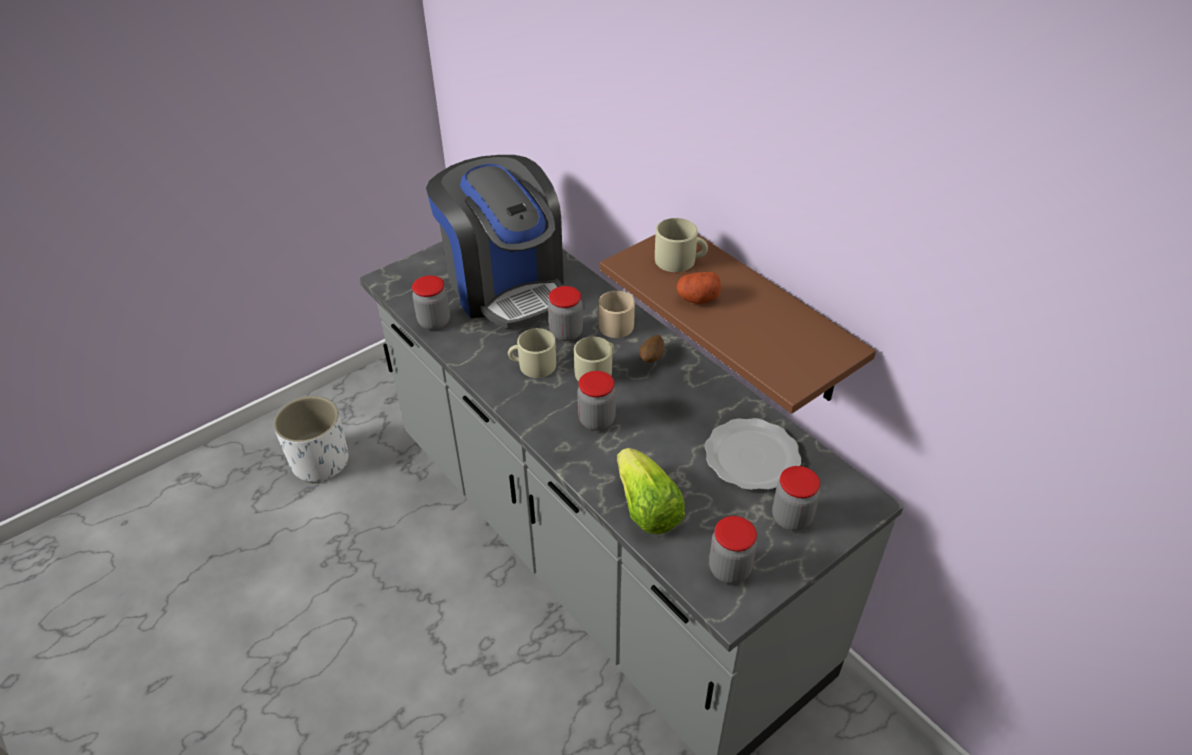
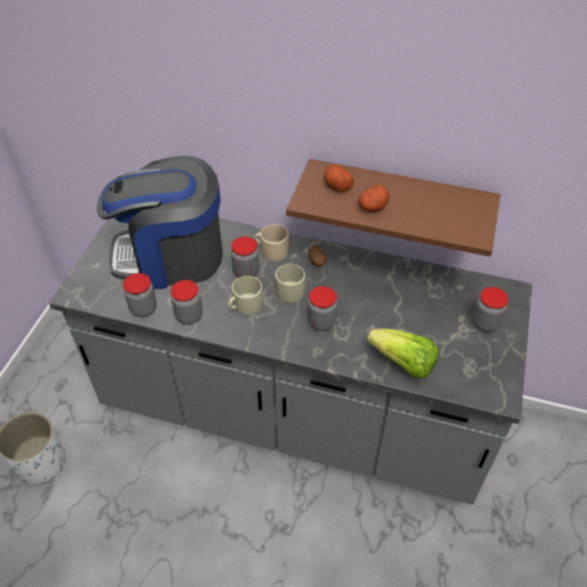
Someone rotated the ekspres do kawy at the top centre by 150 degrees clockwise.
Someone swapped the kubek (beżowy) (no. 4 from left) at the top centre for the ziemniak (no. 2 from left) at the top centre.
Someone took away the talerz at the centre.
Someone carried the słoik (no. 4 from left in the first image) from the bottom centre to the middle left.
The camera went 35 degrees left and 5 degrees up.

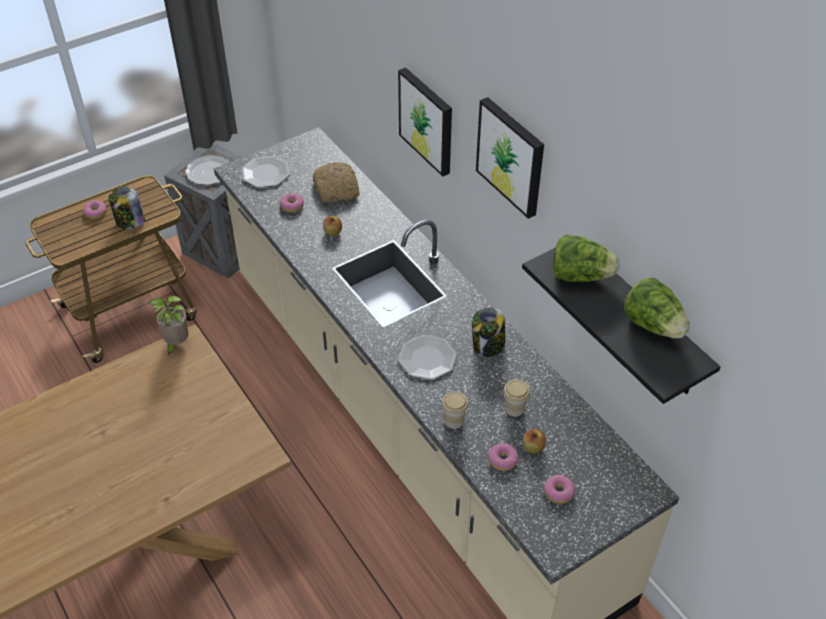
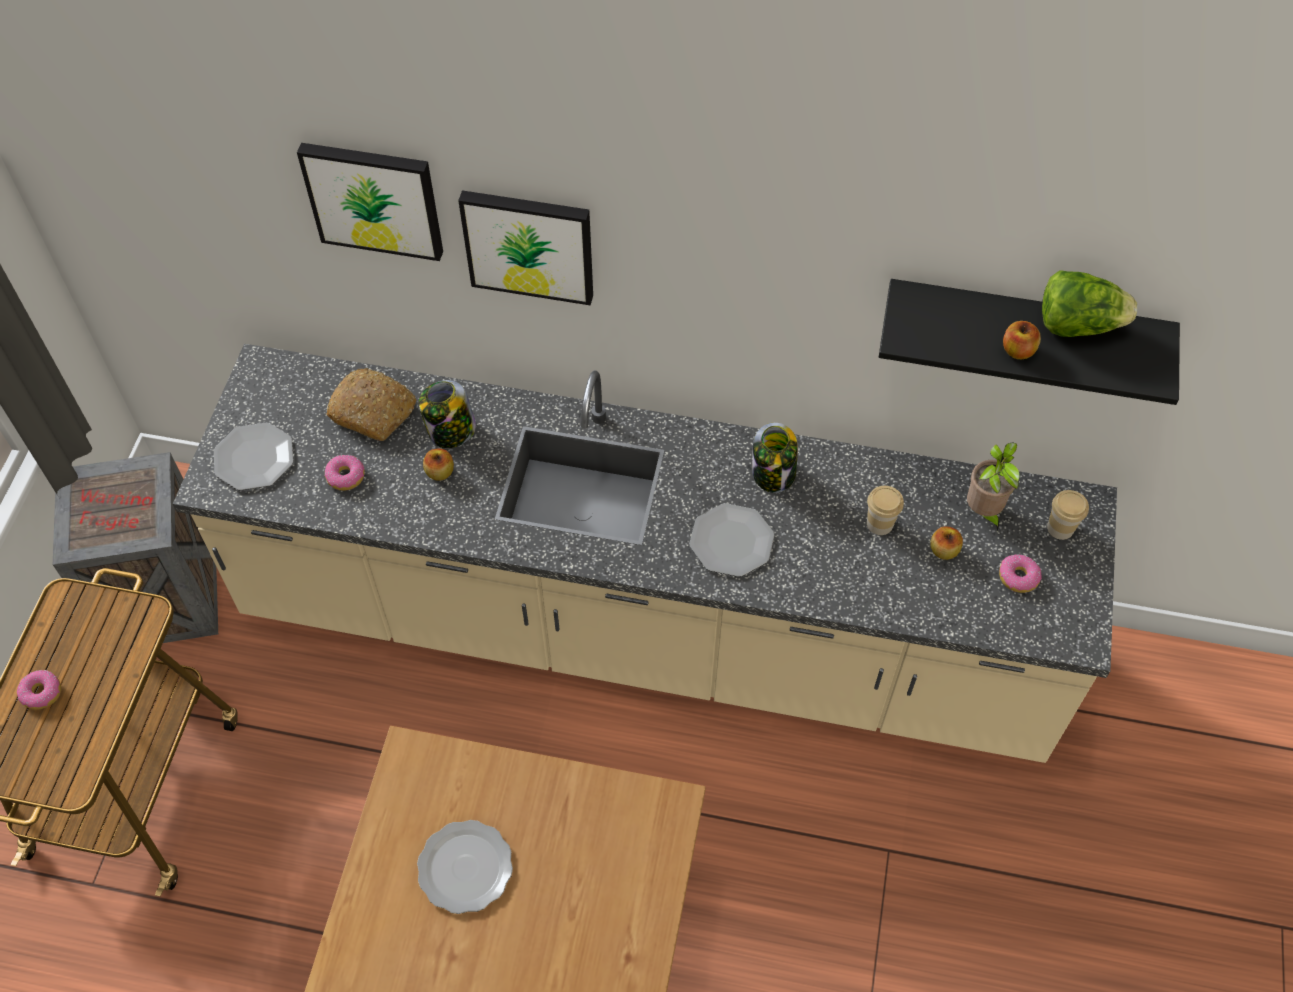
Someone carried the słoik (no. 1 from left) from the middle left to the centre.
Someone carried the roślina doniczkowa from the middle left to the middle right.
Someone carried the talerz (no. 1 from left in the first image) from the top left to the bottom centre.
Someone carried the filiżanka (no. 1 from left in the first image) from the centre to the middle right.
Someone carried the obraz (no. 2 from left in the first image) from the top centre to the top left.
Someone took away the donut (no. 3 from left) at the bottom centre.
Someone took away the sałata (no. 1 from left) at the middle right.
Someone put down the jabłko (no. 3 from left) at the middle right.
The camera went 45 degrees left and 10 degrees up.

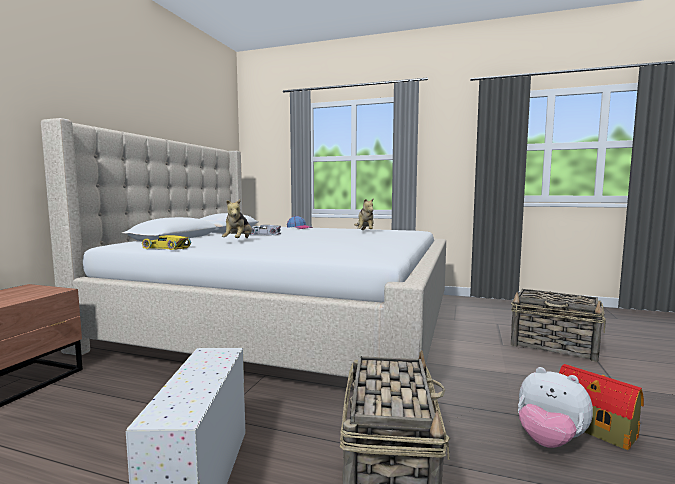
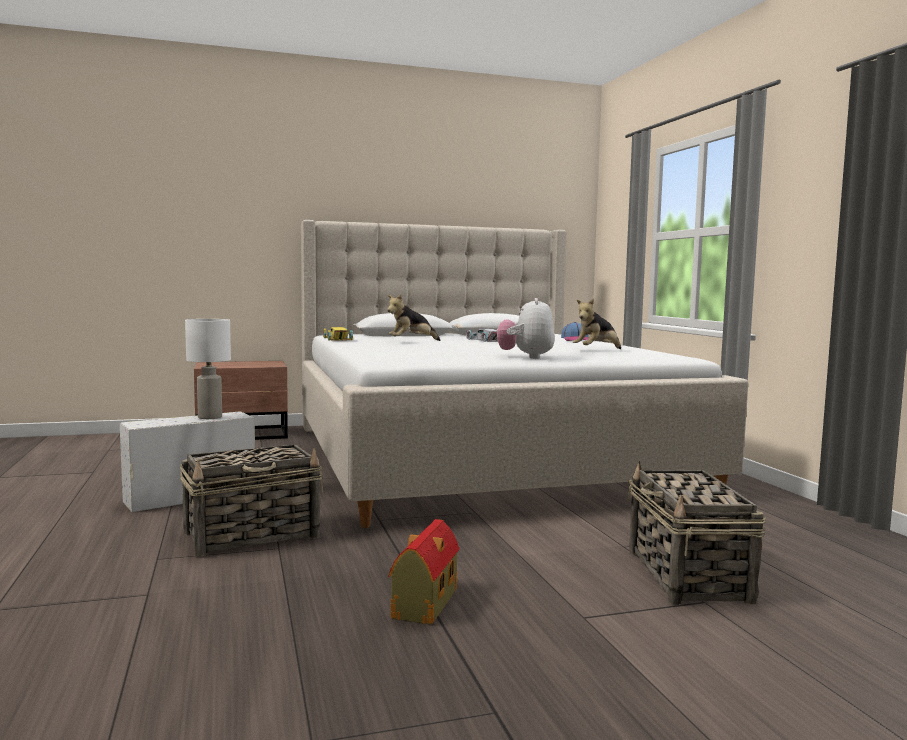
Someone carried the pluszak (no. 3 from left in the first image) from the bottom right to the centre.
Someone put down the lampa stołowa (biały) at the middle left.
The camera went 55 degrees right and 0 degrees up.

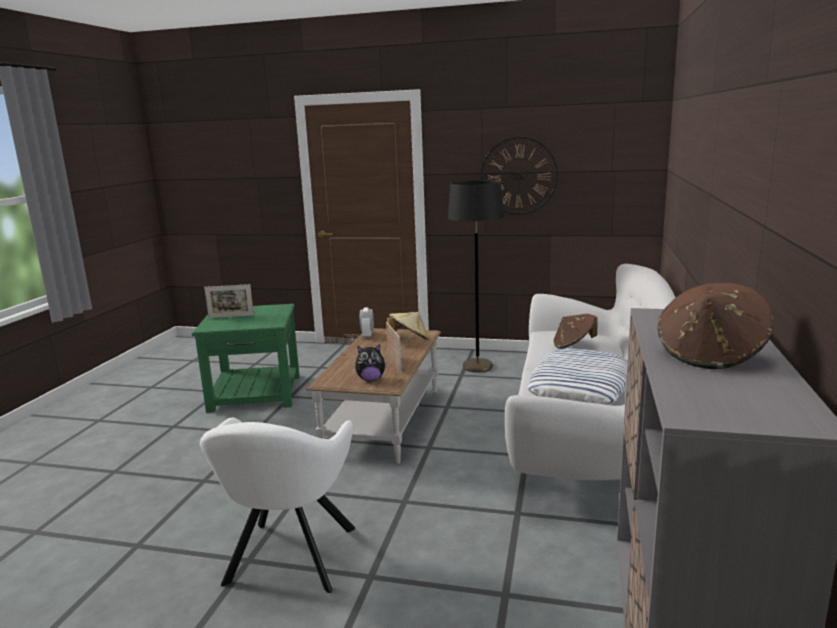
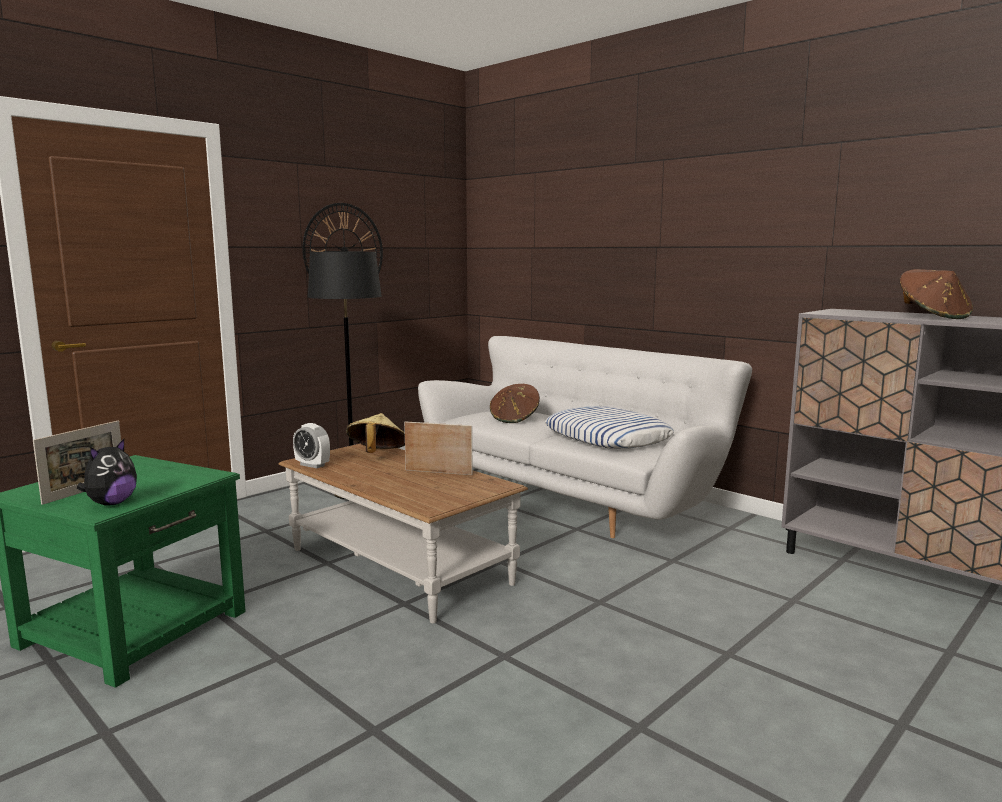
Someone took away the fotel (biały) at the bottom left.
Someone carried the pluszak from the centre to the middle left.
The camera went 60 degrees left and 5 degrees down.

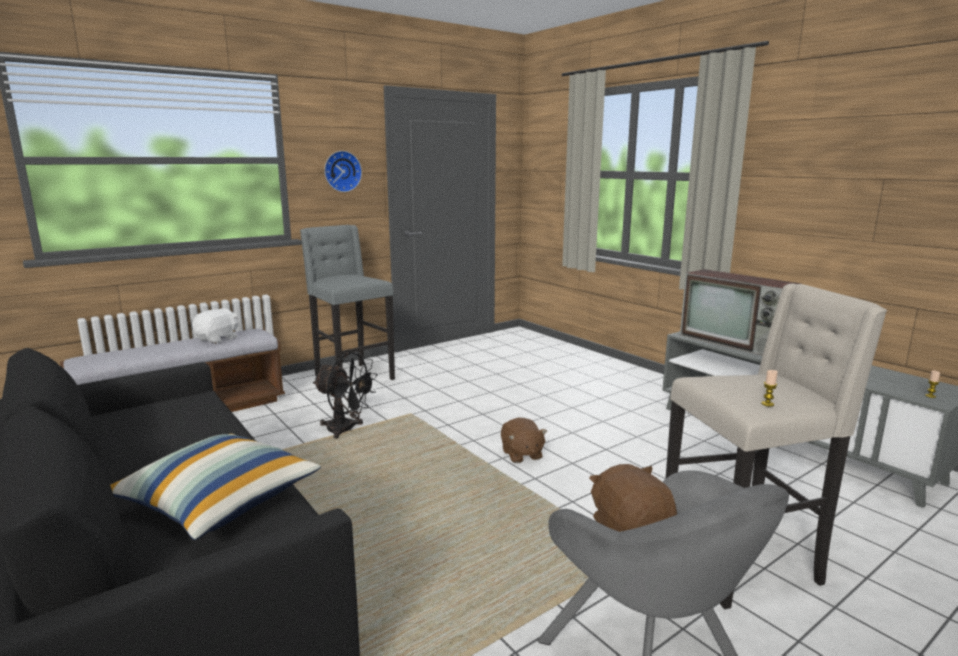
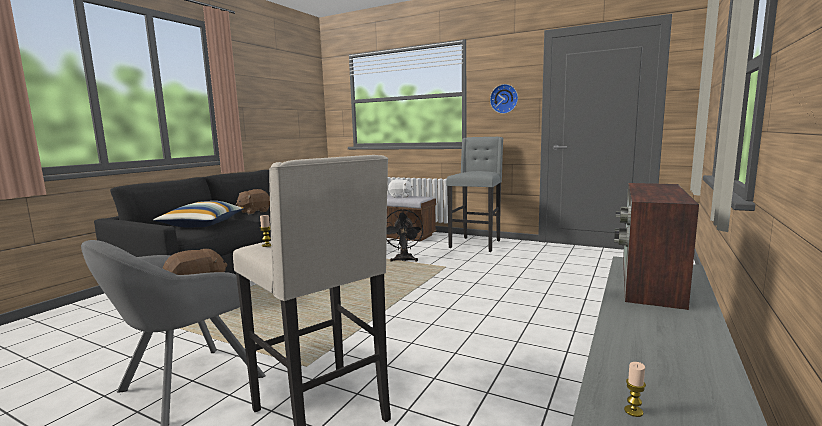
Someone carried the pluszak (brązowy) (no. 1 from left in the first image) from the bottom centre to the middle left.
The camera went 65 degrees right and 5 degrees down.

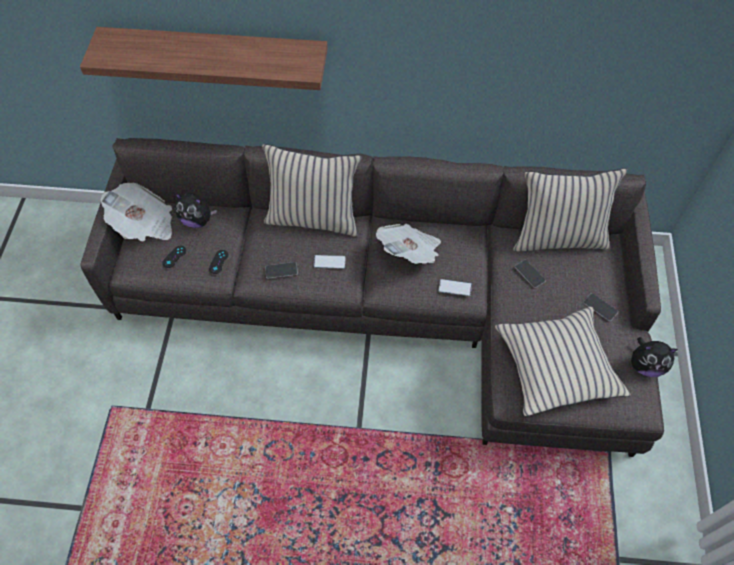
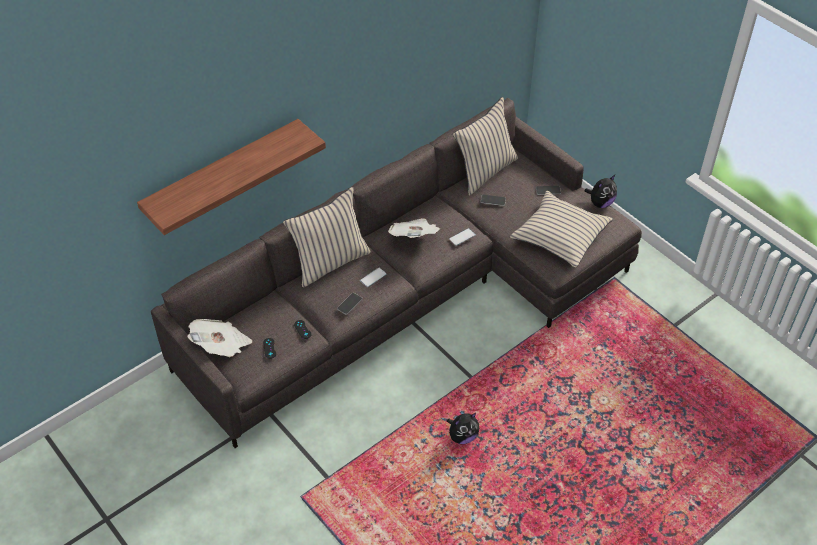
Someone carried the pluszak (no. 1 from left) from the middle left to the bottom centre.
The camera went 45 degrees left and 10 degrees down.

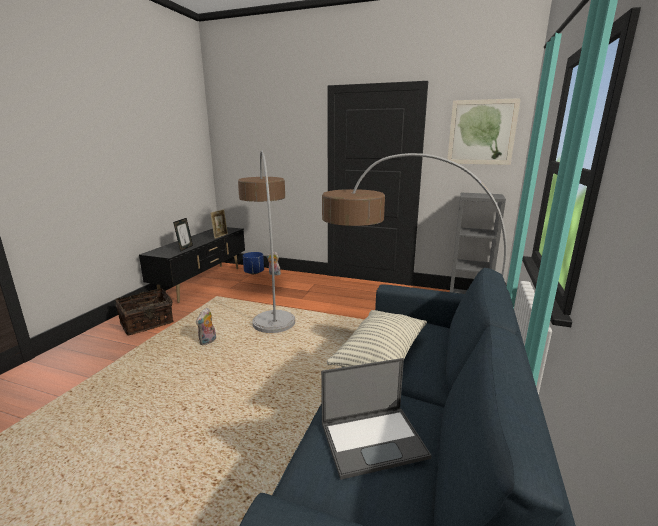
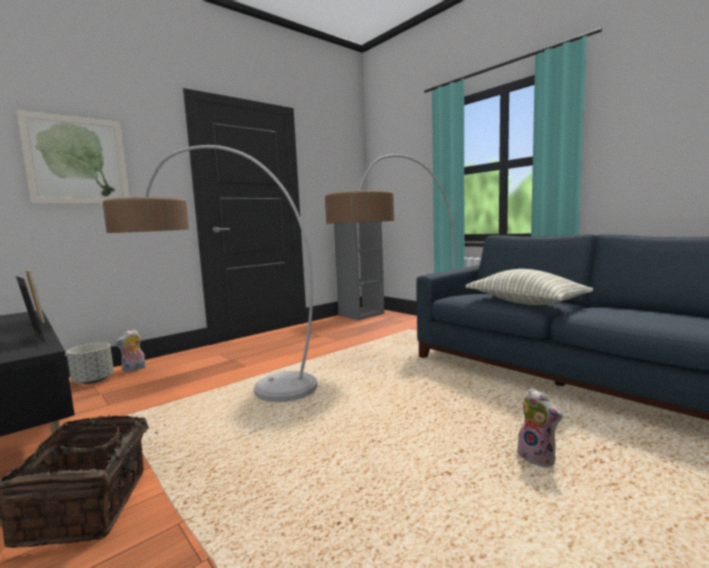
Someone carried the pluszak (no. 1 from left in the first image) from the middle left to the bottom right.
Someone repainted the donica (niebieski) at the centre, which became the donica (szary) at the middle left.
Someone took away the laptop at the bottom centre.
Someone carried the obraz from the top right to the top left.
The camera went 60 degrees left and 10 degrees down.

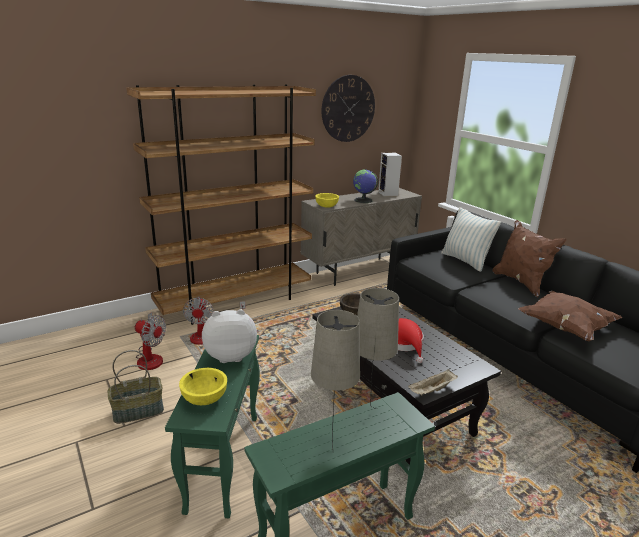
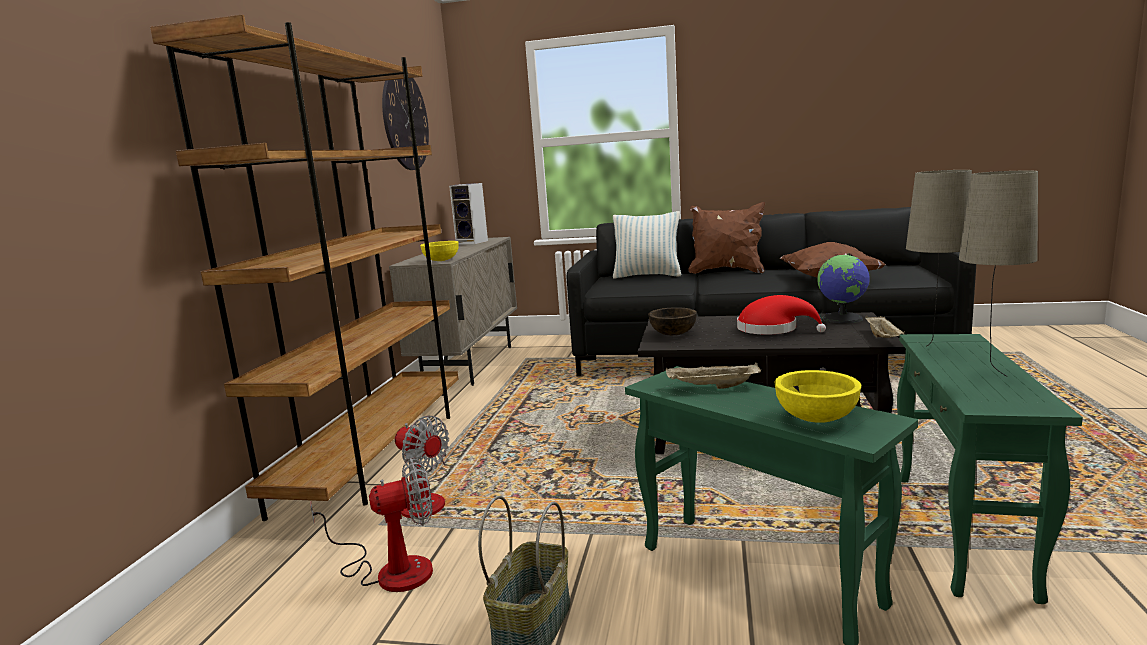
Someone swapped the pluszak at the centre for the taca (beżowy) (no. 1 from left) at the centre.
Someone carried the globus from the centre to the middle right.
The camera went 45 degrees left and 10 degrees down.

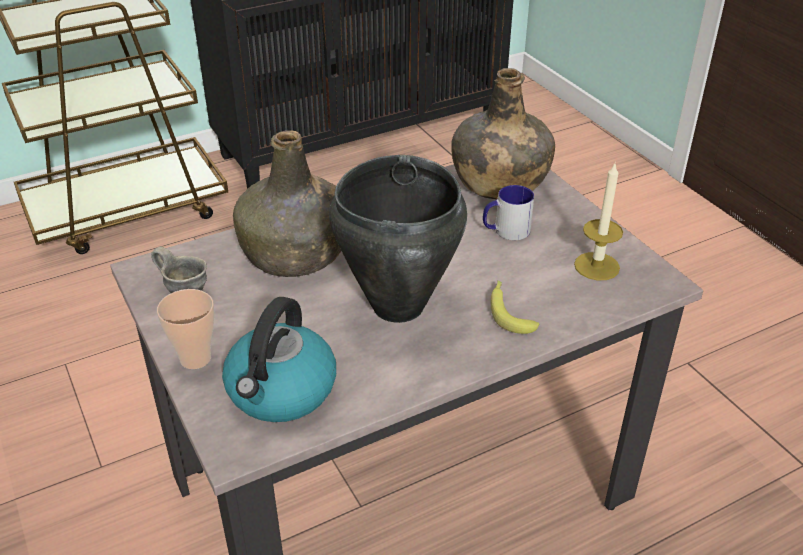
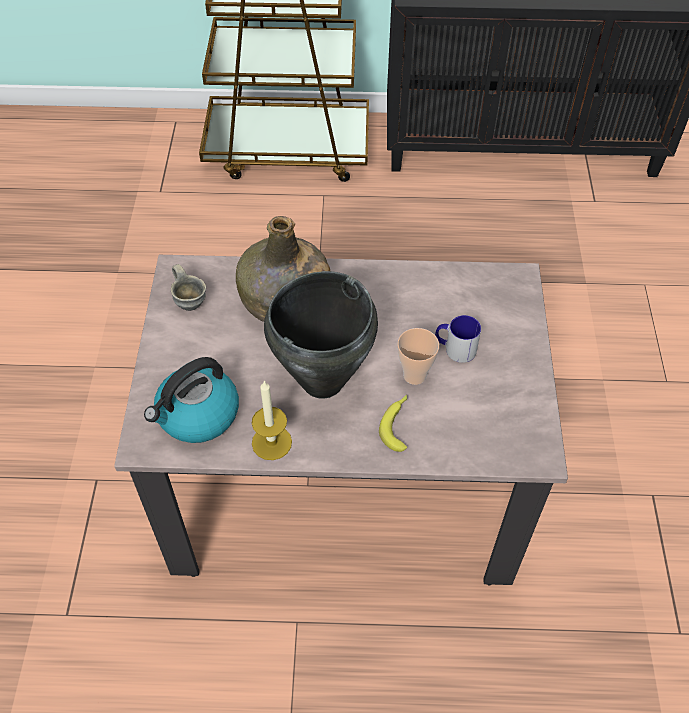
Someone carried the filiżanka from the middle left to the centre.
Someone took away the butelka (zielony) (no. 2 from left) at the top centre.
Someone carried the świeca from the middle right to the centre.
The camera went 30 degrees right and 15 degrees up.

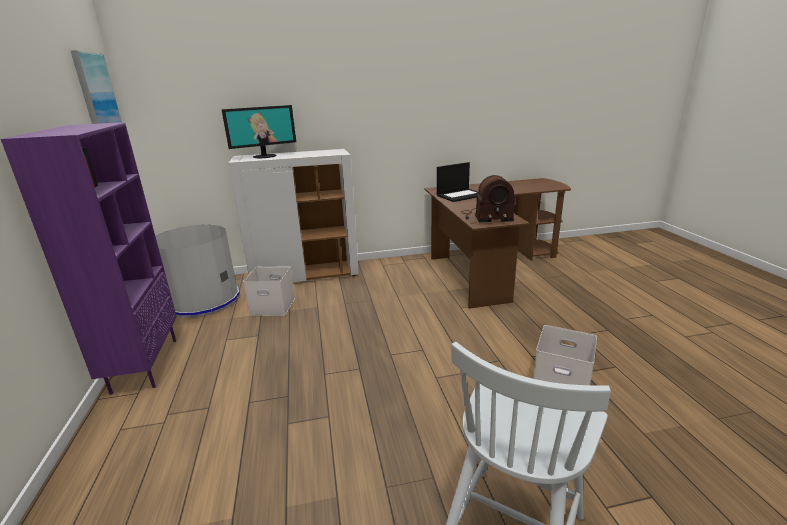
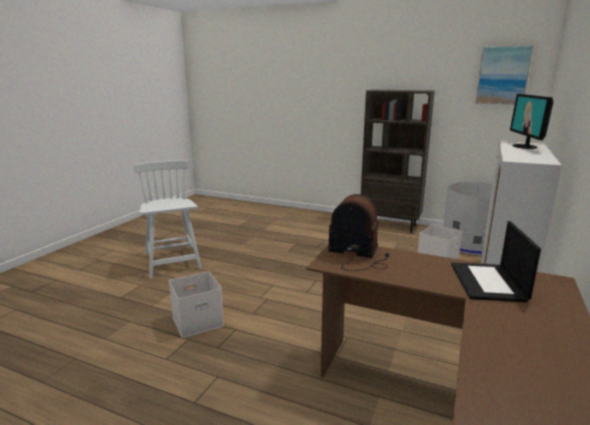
Someone repainted the regał (fioletowy) at the middle left, which became the regał (brązowy) at the middle right.
Someone rotated the radio at the centre by 75 degrees clockwise.
The camera went 125 degrees right and 5 degrees down.

